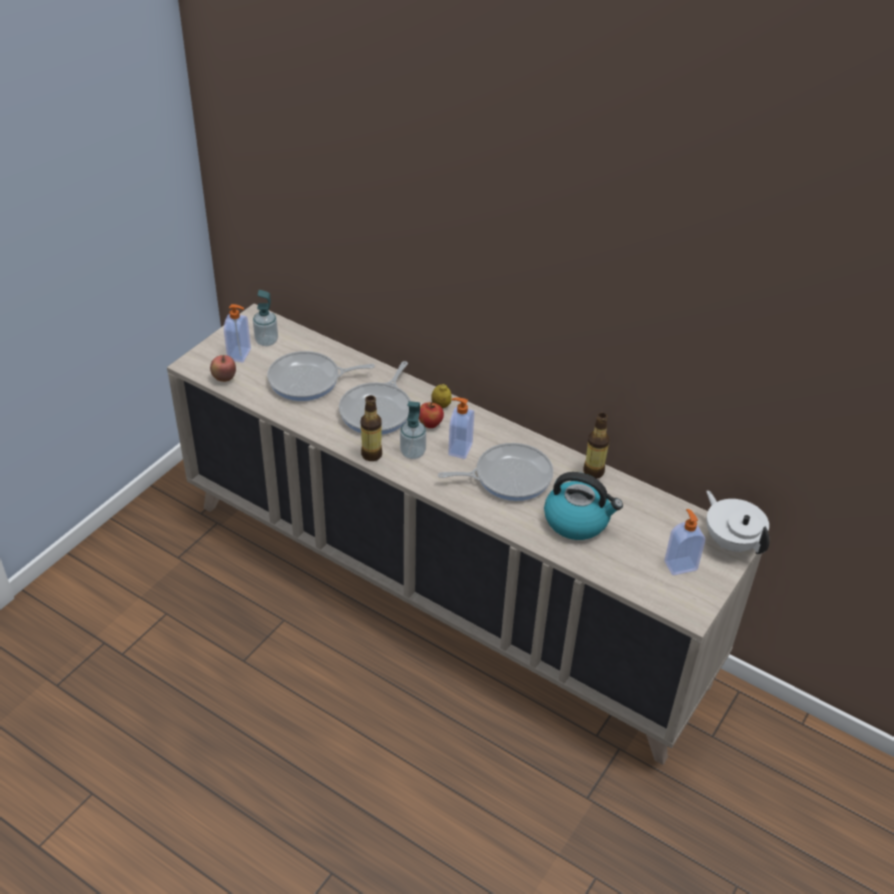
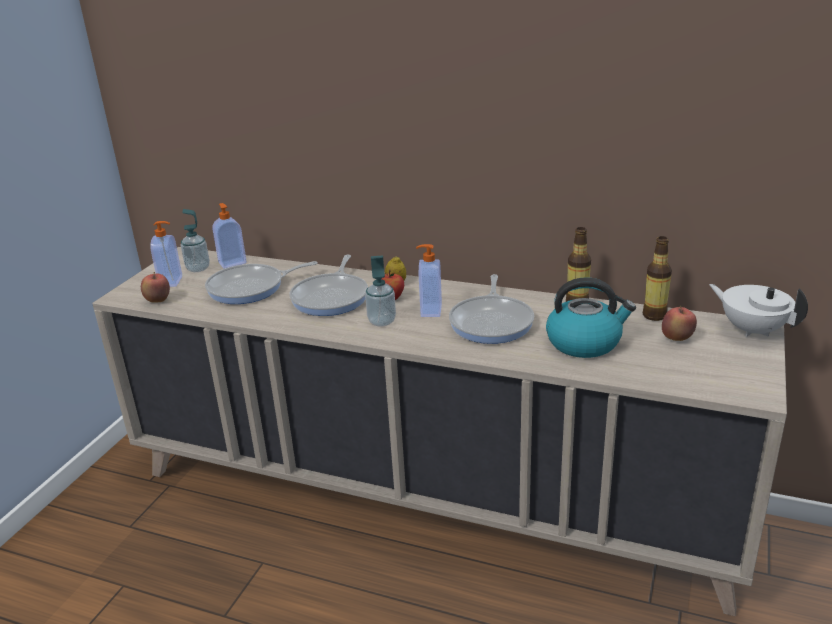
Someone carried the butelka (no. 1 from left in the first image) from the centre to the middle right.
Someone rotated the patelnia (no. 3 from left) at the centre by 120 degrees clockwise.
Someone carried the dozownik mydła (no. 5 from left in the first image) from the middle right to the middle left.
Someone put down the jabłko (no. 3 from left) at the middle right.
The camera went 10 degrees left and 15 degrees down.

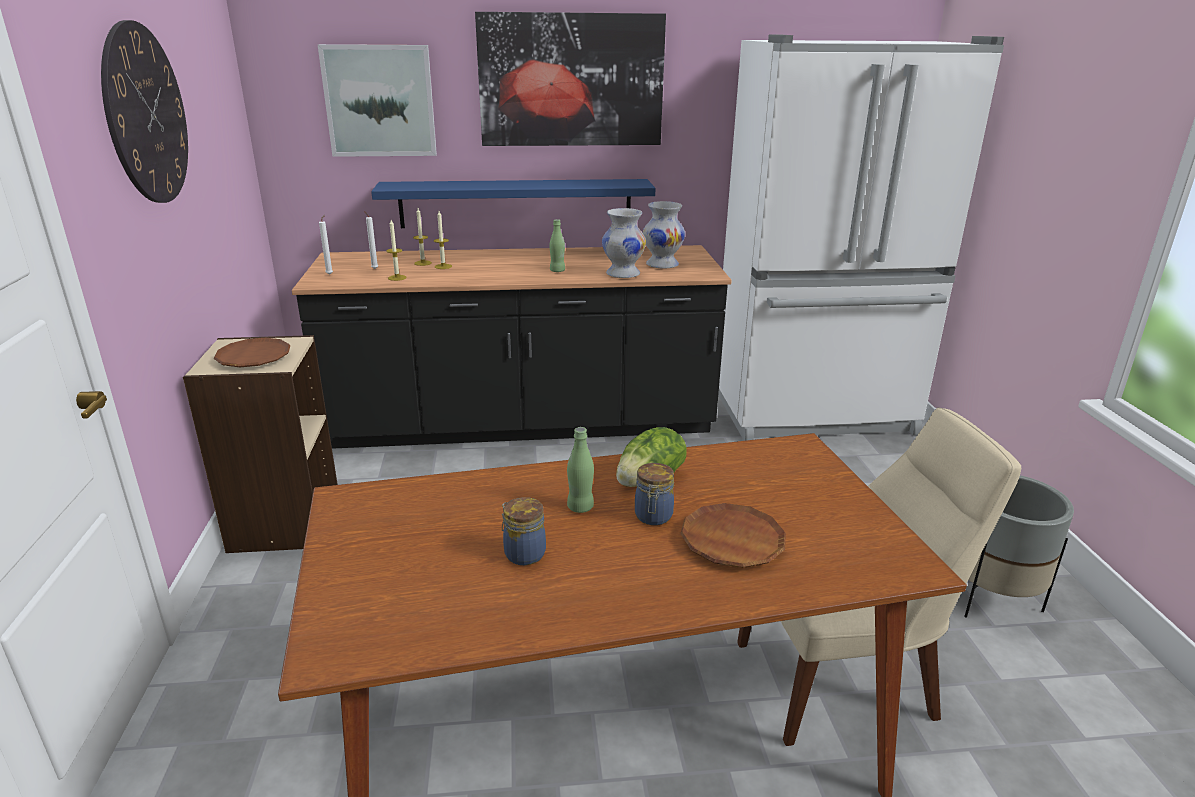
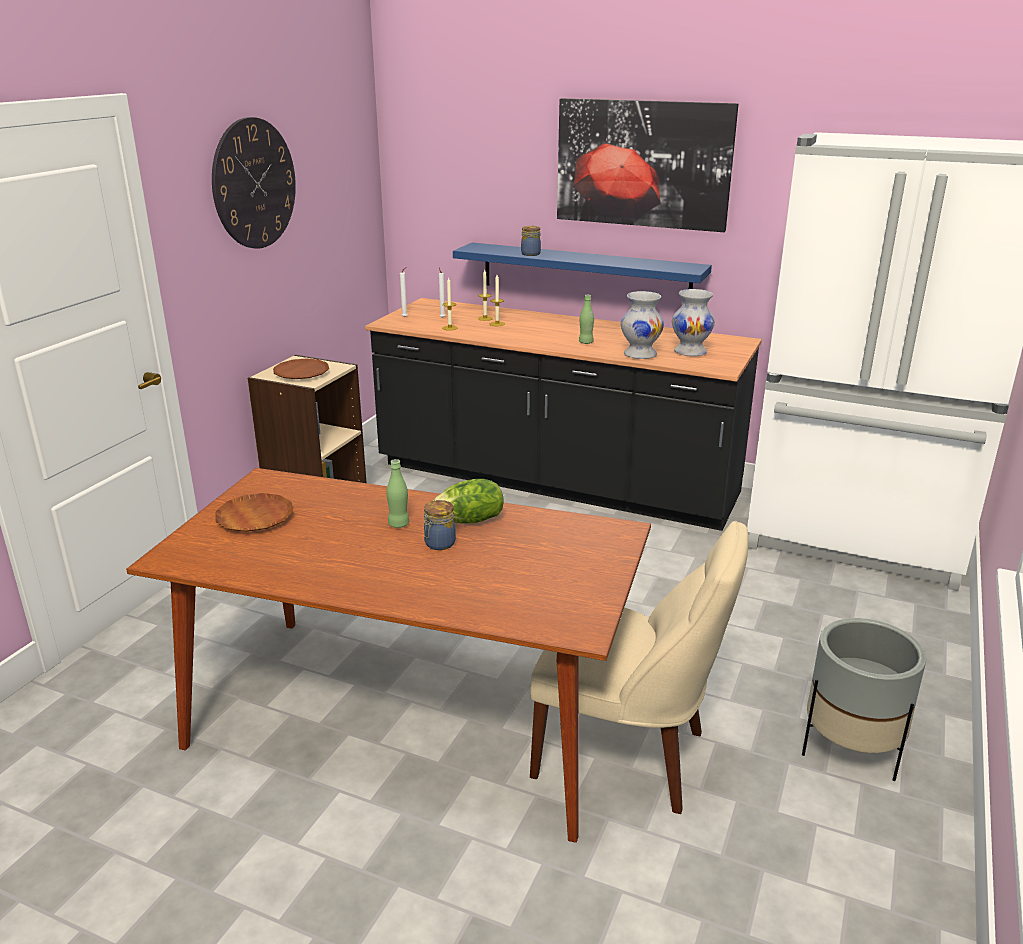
Someone took away the obraz (no. 1 from left) at the top left.
Someone carried the słoik (no. 1 from left in the first image) from the centre to the top centre.
Someone carried the talerz (brązowy) (no. 2 from left in the first image) from the bottom centre to the middle left.
The camera went 30 degrees right and 0 degrees up.

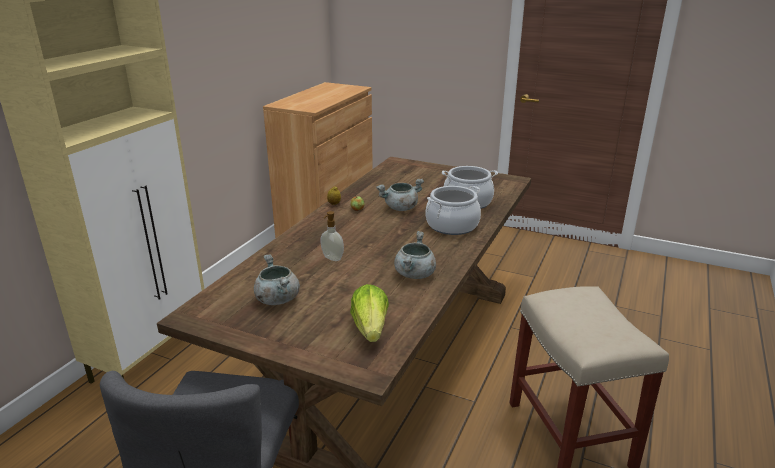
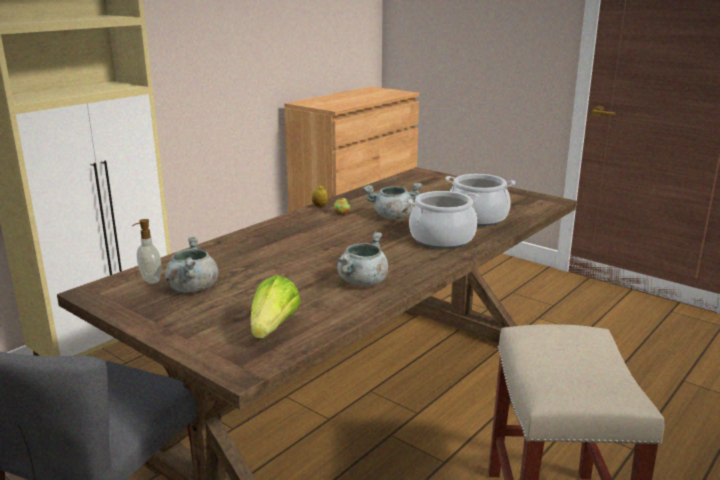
Someone carried the dozownik mydła from the centre to the middle left.
The camera went 15 degrees right and 5 degrees down.

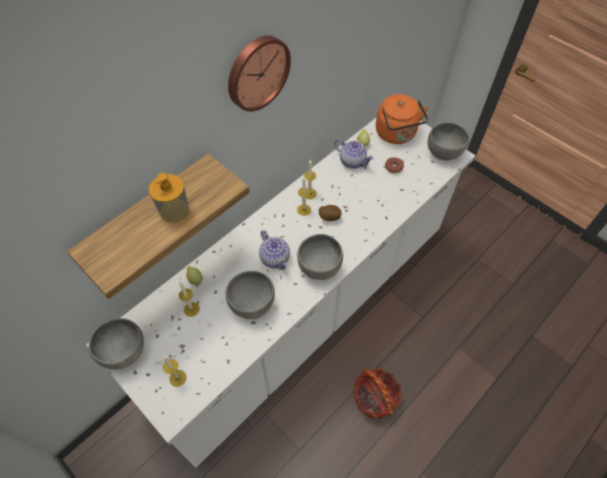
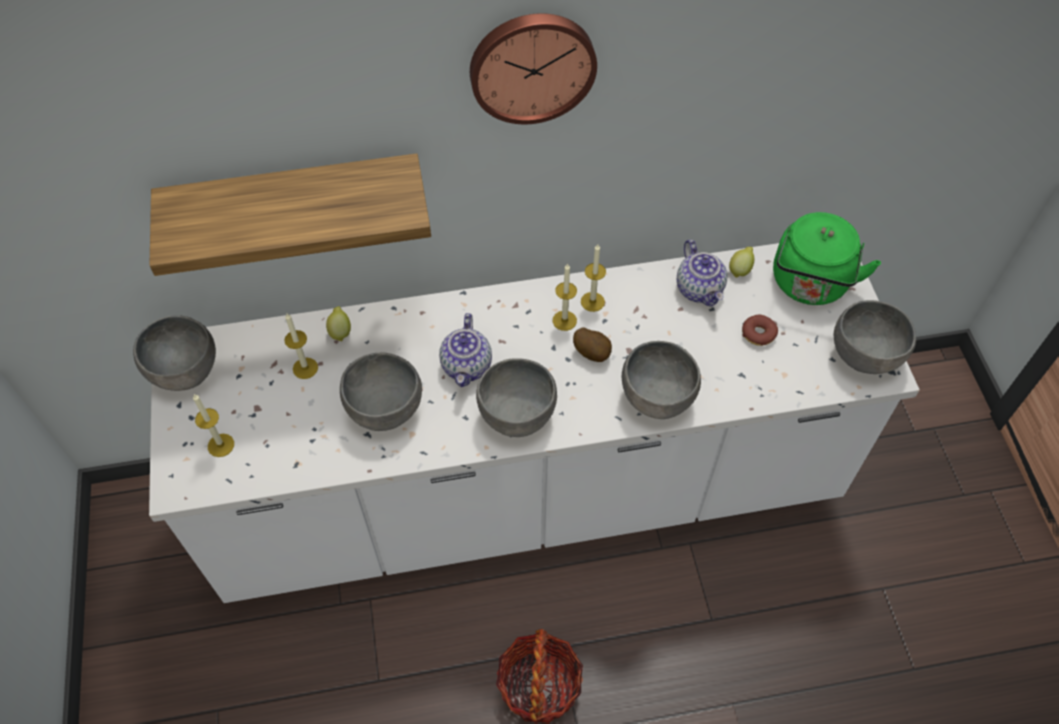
Someone took away the dozownik mydła at the middle left.
Someone repainted the czajnik (pomarańczowy) at the top centre, which became the czajnik (zielony) at the middle right.
Someone put down the miska (szary) (no. 4 from left) at the centre.
The camera went 35 degrees right and 0 degrees up.

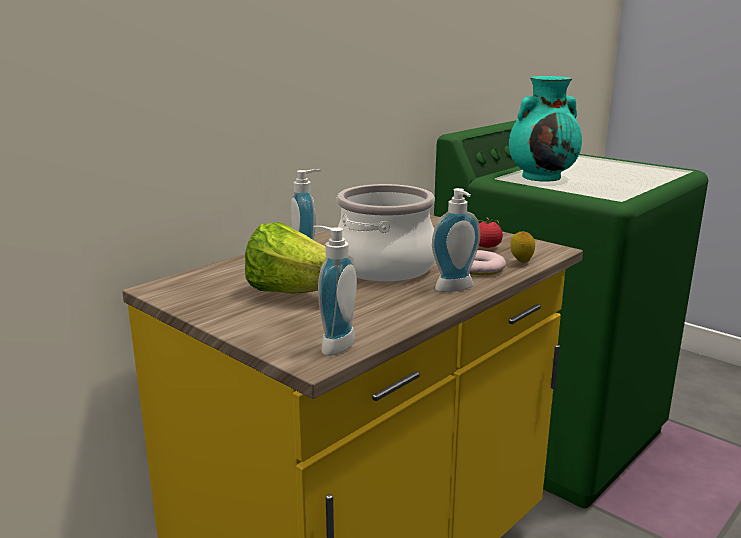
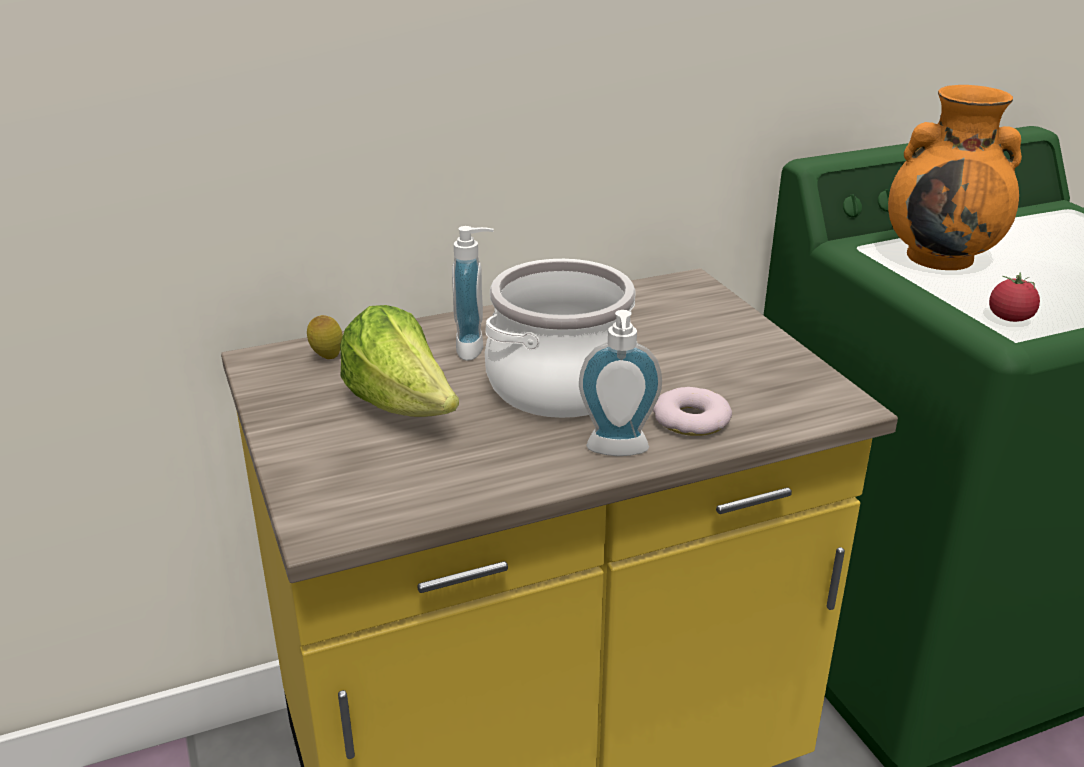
Someone took away the dozownik mydła (no. 2 from left) at the centre.
Someone carried the pomidor from the centre to the middle right.
Someone repainted the wazon (turkusowy) at the top right, which became the wazon (pomarańczowy) at the top right.
Someone carried the cytryna from the middle right to the middle left.
The camera went 25 degrees right and 10 degrees up.

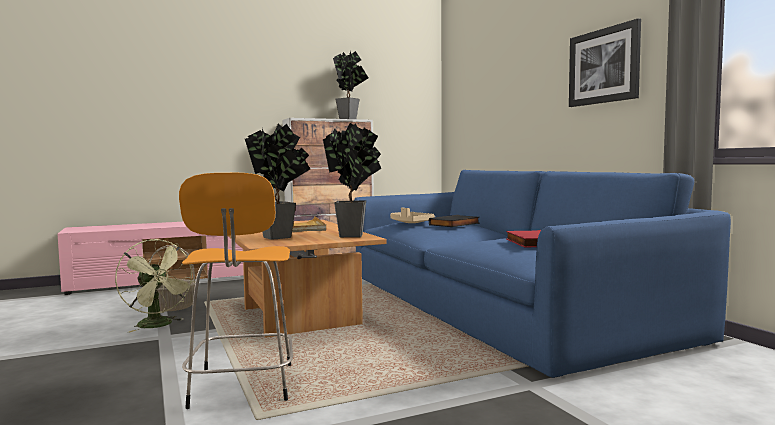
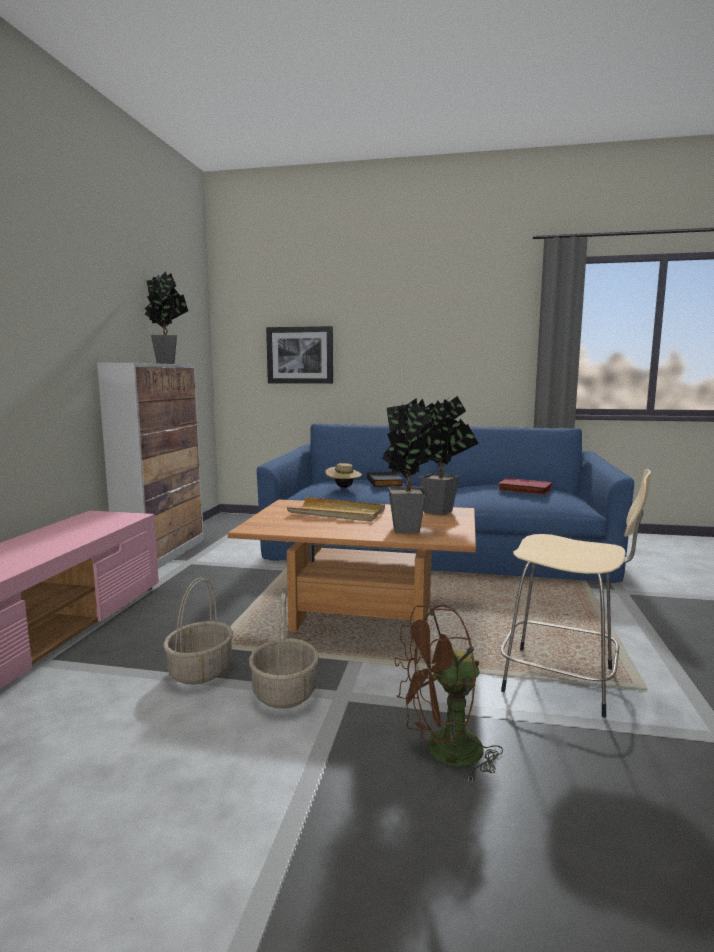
Someone swapped the wentylator (zielony) at the bottom left for the koszyk (no. 2 from left) at the bottom centre.
Someone repainted the stołek (pomarańczowy) at the bottom left, which became the stołek (beżowy) at the middle right.
Someone swapped the taca (beżowy) (no. 2 from left) at the centre for the kapelusz (beżowy) at the centre.
Someone carried the obraz from the top right to the centre.
Someone put down the wentylator (brązowy) at the bottom centre.
The camera went 55 degrees left and 5 degrees up.

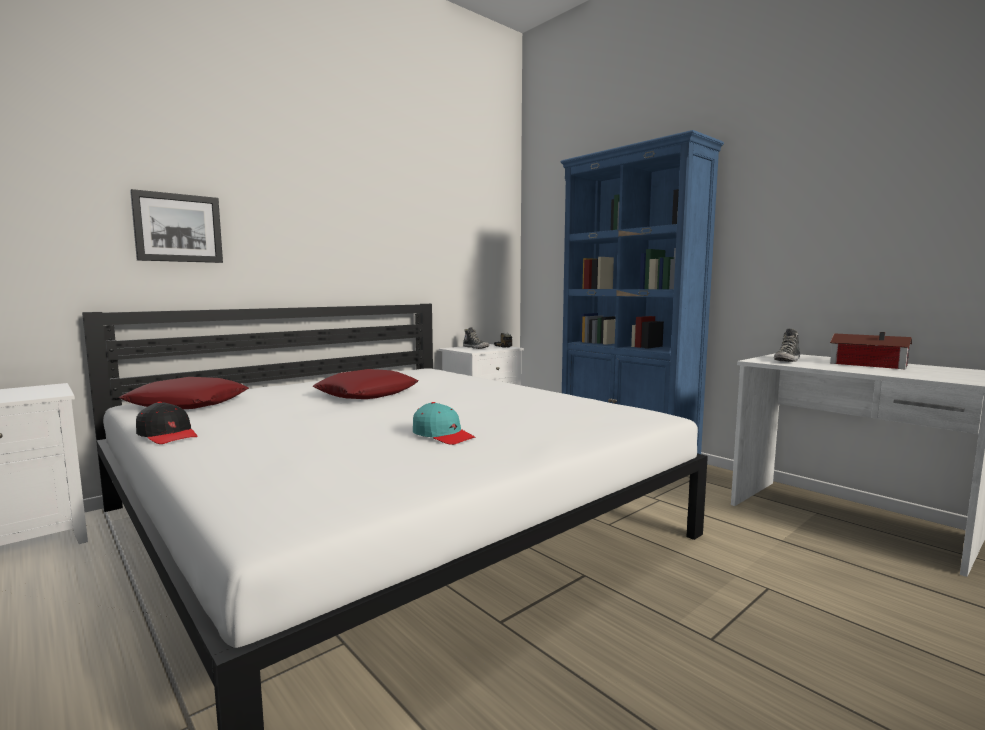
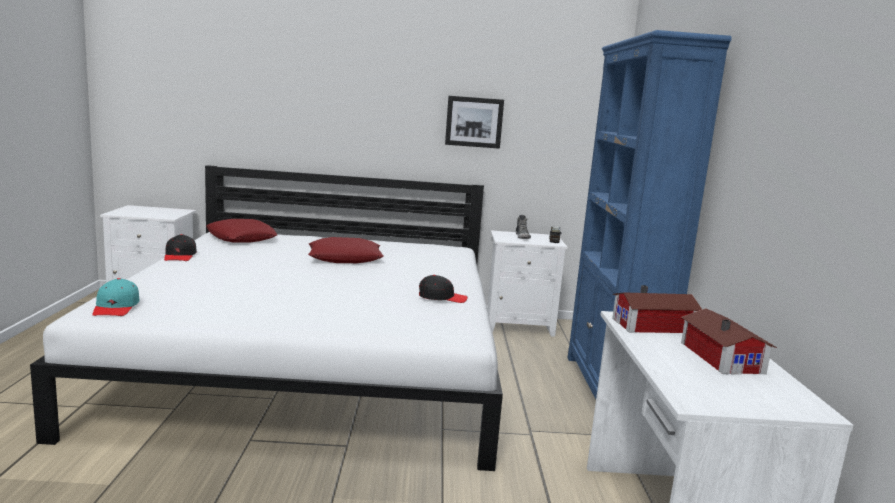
Someone carried the obraz from the top left to the top centre.
Someone carried the czapka z daszkiem (turkusowy) from the centre to the middle left.
Someone swapped the but (no. 2 from left) at the middle right for the domek (no. 1 from left) at the middle right.
Someone put down the czapka z daszkiem (czarny) (no. 2 from left) at the centre.
The camera went 40 degrees right and 5 degrees up.

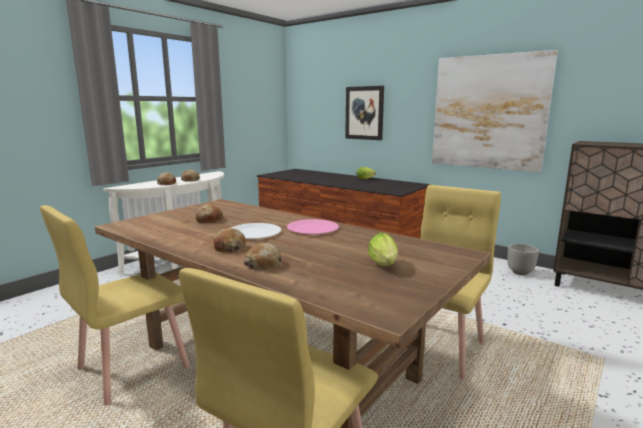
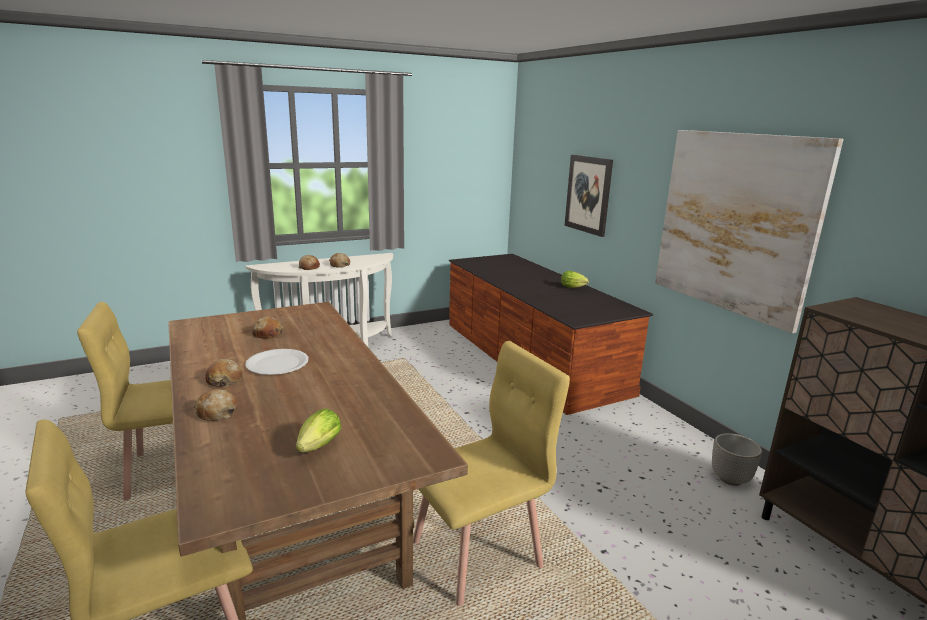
Someone took away the talerz (różowy) at the centre.
The camera went 25 degrees right and 5 degrees up.

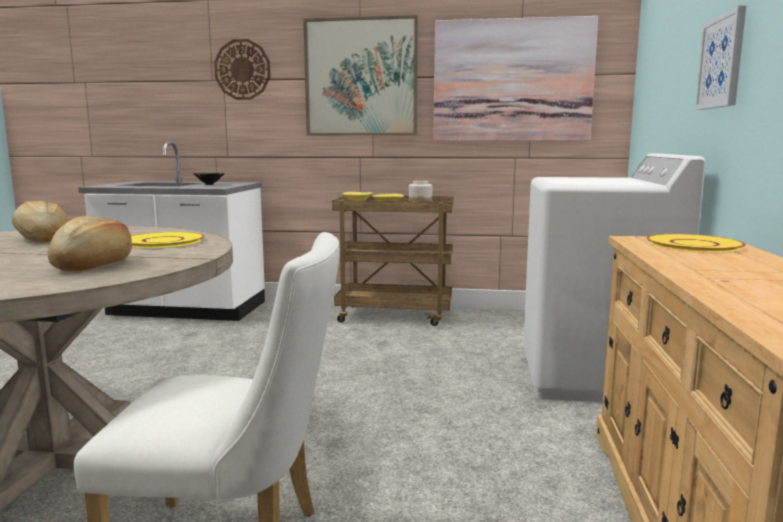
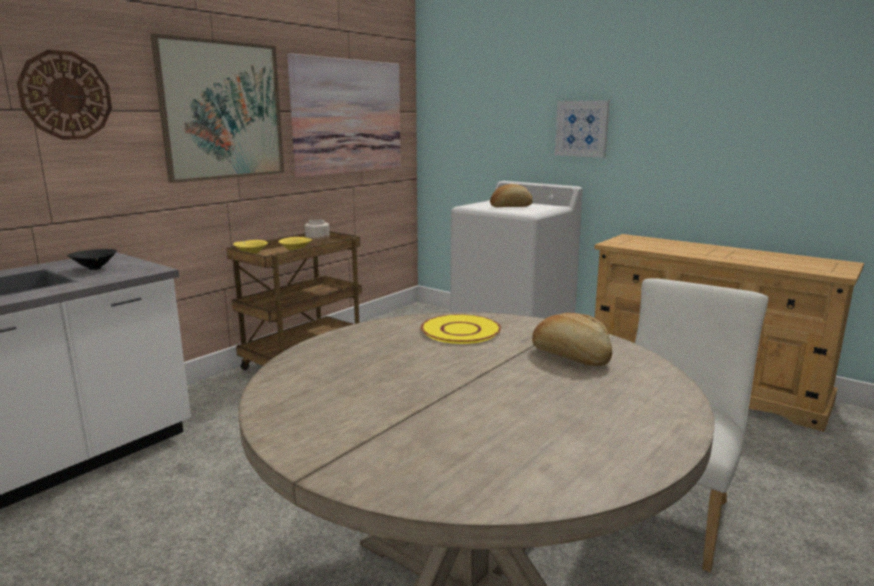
Someone carried the chleb (no. 1 from left) from the middle left to the top centre.
Someone took away the talerz (żółty) (no. 2 from left) at the middle right.
The camera went 60 degrees left and 5 degrees up.

